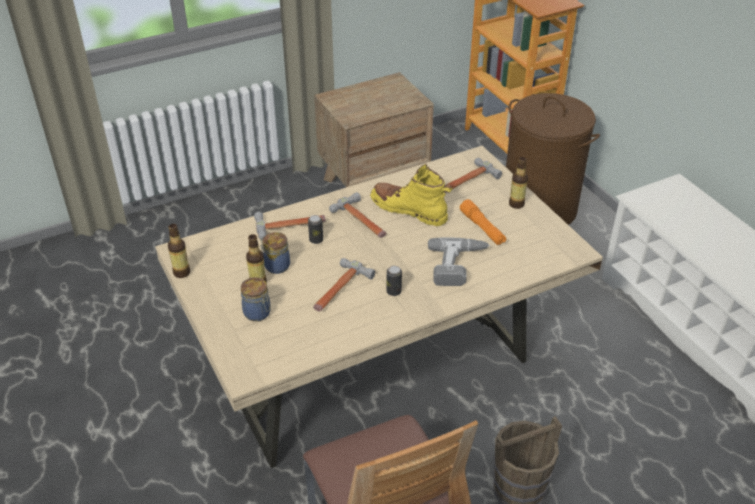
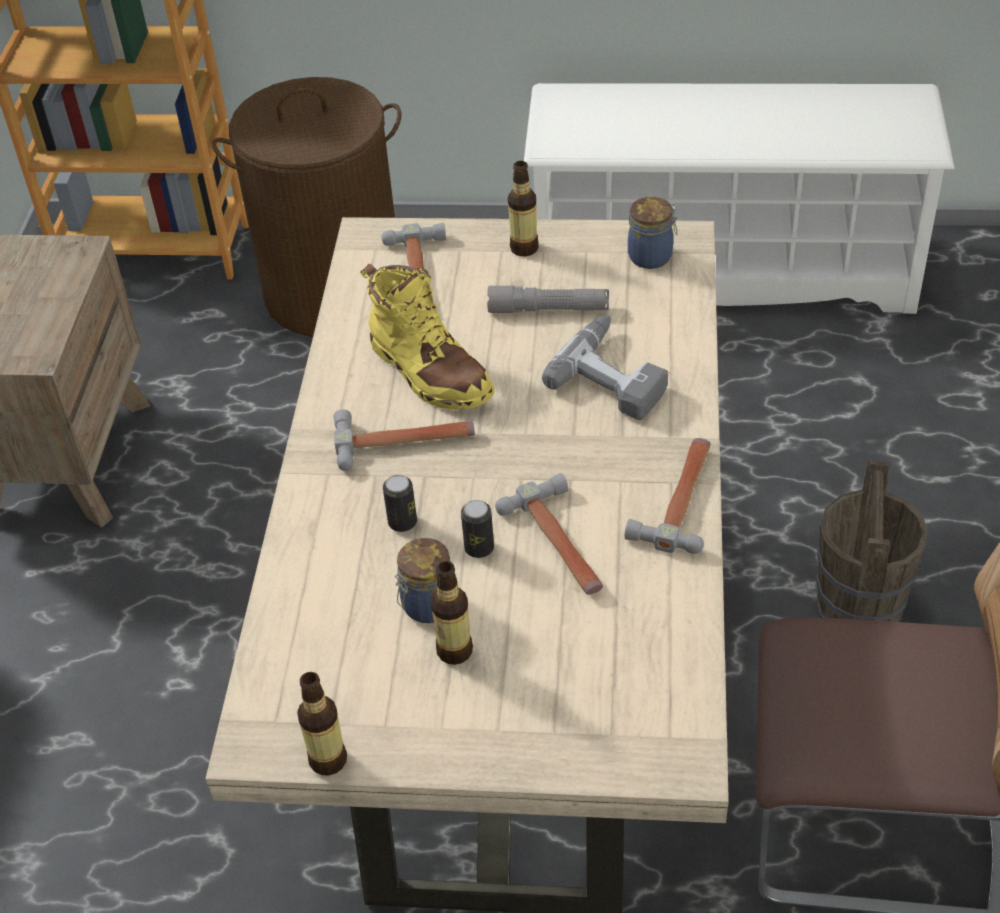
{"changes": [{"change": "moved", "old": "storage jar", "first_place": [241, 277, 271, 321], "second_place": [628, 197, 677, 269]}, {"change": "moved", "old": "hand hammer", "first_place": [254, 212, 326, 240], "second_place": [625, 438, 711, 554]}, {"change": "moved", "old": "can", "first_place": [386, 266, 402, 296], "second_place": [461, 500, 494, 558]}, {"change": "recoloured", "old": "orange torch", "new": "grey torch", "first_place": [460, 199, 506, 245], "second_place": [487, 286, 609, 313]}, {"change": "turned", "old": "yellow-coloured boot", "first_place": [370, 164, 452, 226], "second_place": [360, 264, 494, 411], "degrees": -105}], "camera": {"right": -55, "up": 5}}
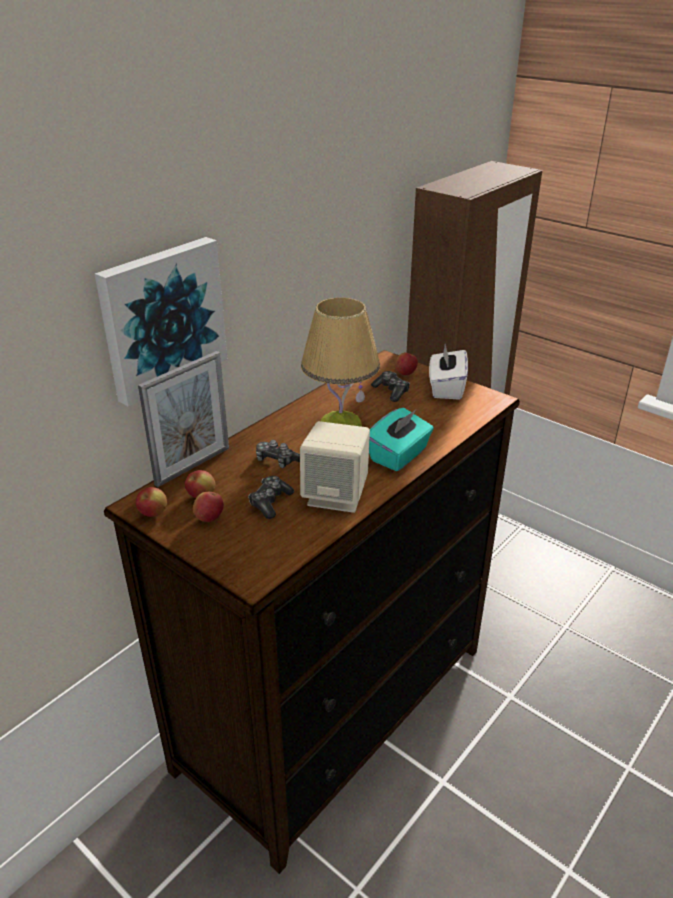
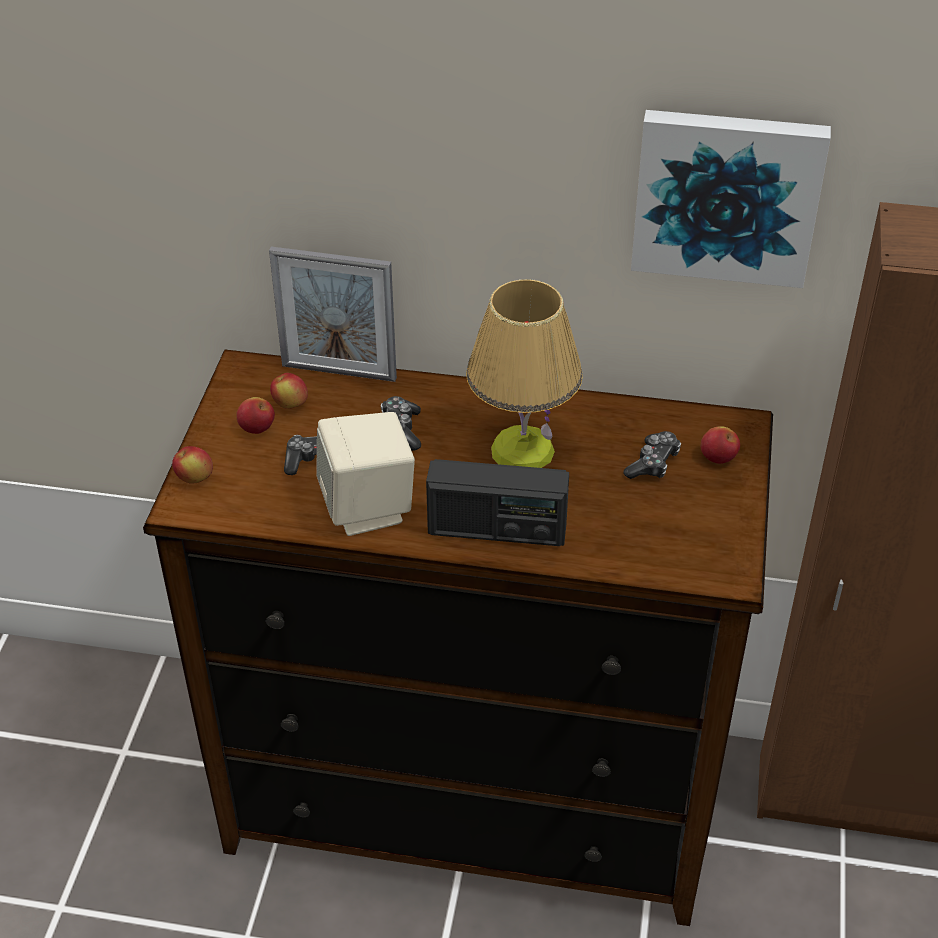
{"changes": [{"change": "removed", "old": "whitish tissue holder", "first_place": [429, 344, 468, 400]}, {"change": "moved", "old": "wall picture", "first_place": [95, 237, 227, 407], "second_place": [631, 110, 831, 288]}, {"change": "moved", "old": "whole apple", "first_place": [136, 487, 167, 517], "second_place": [172, 446, 213, 484]}, {"change": "replaced", "old": "blue-green tissue holder", "new": "radio", "first_place": [369, 408, 434, 471], "second_place": [426, 459, 569, 546]}], "camera": {"right": 60, "up": 10}}
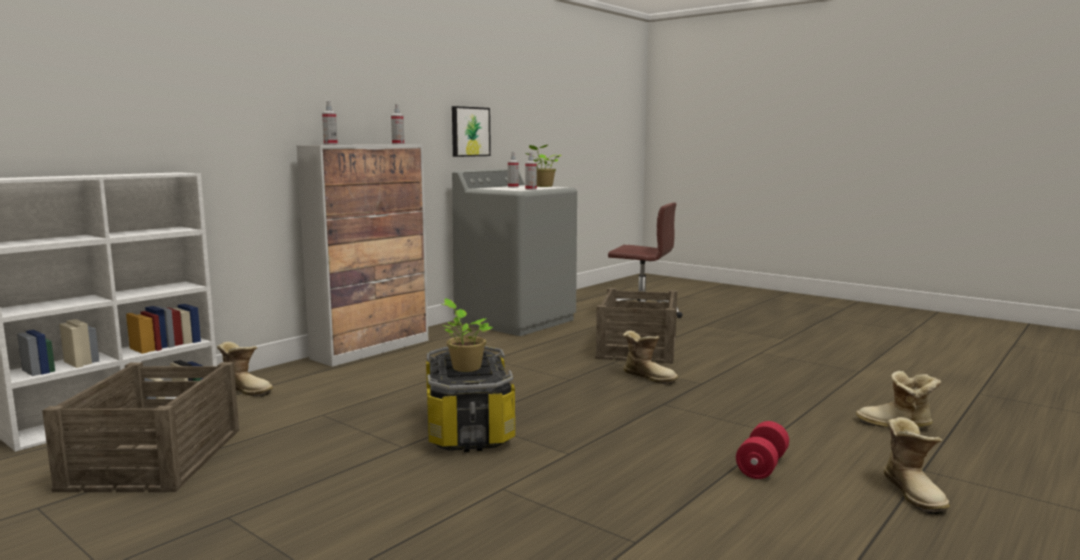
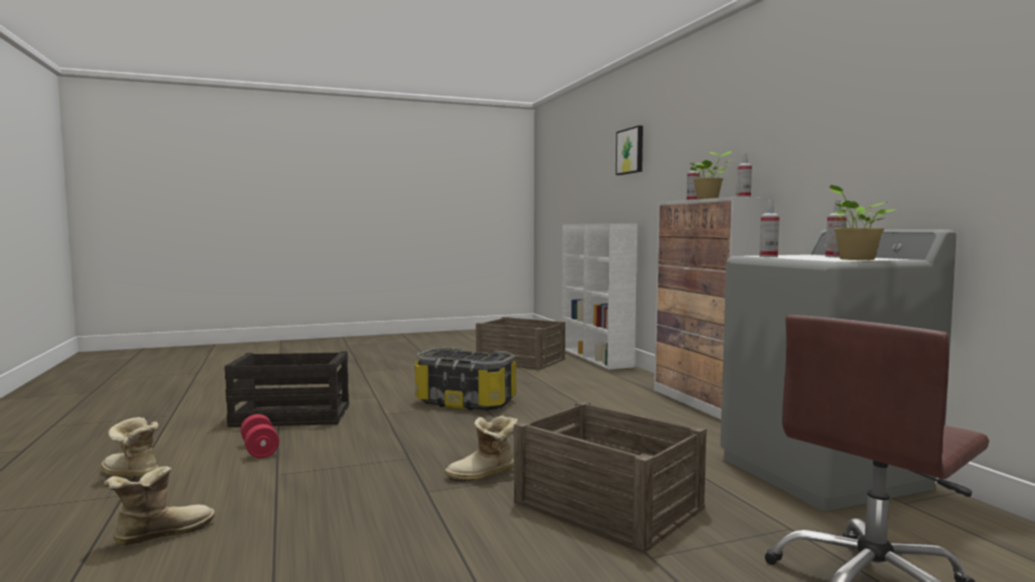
{"changes": [{"change": "removed", "old": "boot", "first_place": [217, 341, 273, 396]}, {"change": "added", "new": "packing crate", "second_place": [224, 351, 349, 427]}, {"change": "moved", "old": "houseplant", "first_place": [442, 298, 494, 372], "second_place": [690, 151, 733, 199]}, {"change": "moved", "old": "wall picture", "first_place": [452, 106, 491, 157], "second_place": [616, 125, 643, 175]}], "camera": {"right": 120, "up": -5}}
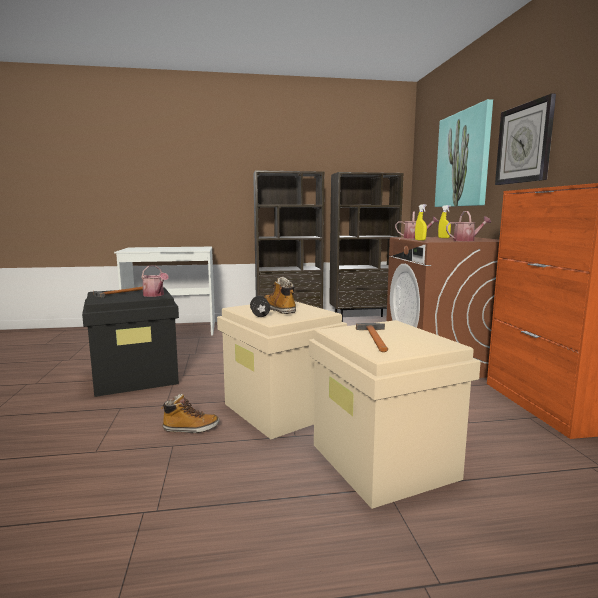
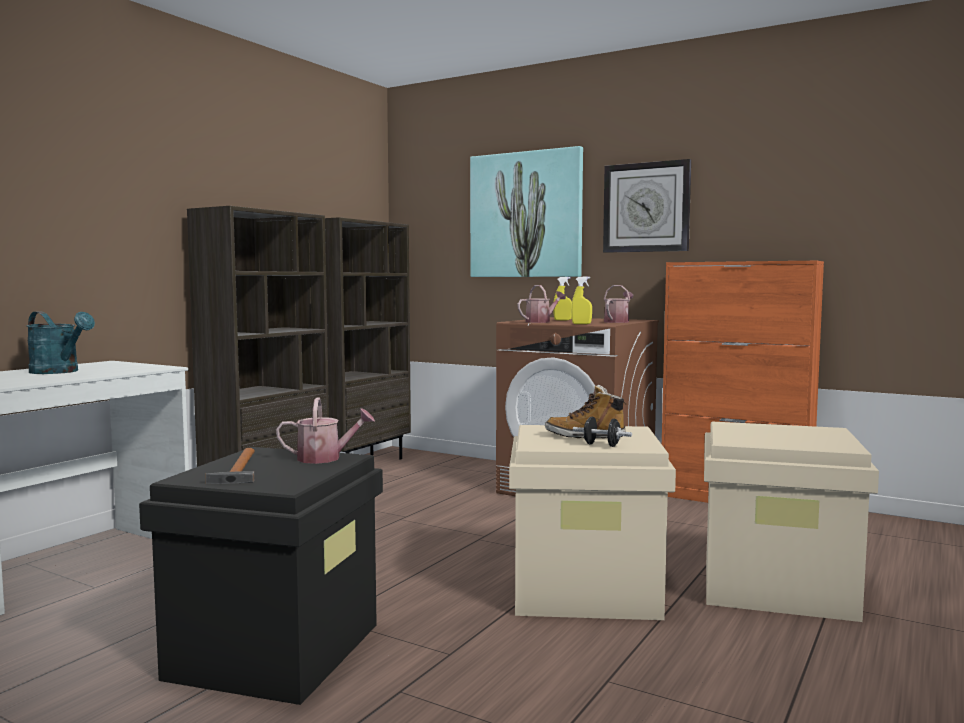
{"changes": [{"change": "removed", "old": "boot", "first_place": [161, 394, 219, 433]}, {"change": "removed", "old": "hand hammer", "first_place": [356, 323, 388, 352]}, {"change": "added", "new": "blue-green watering can", "second_place": [26, 311, 95, 374]}], "camera": {"right": -50, "up": -5}}
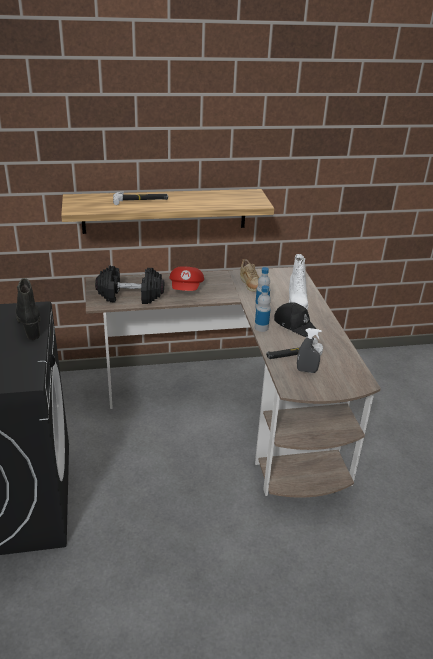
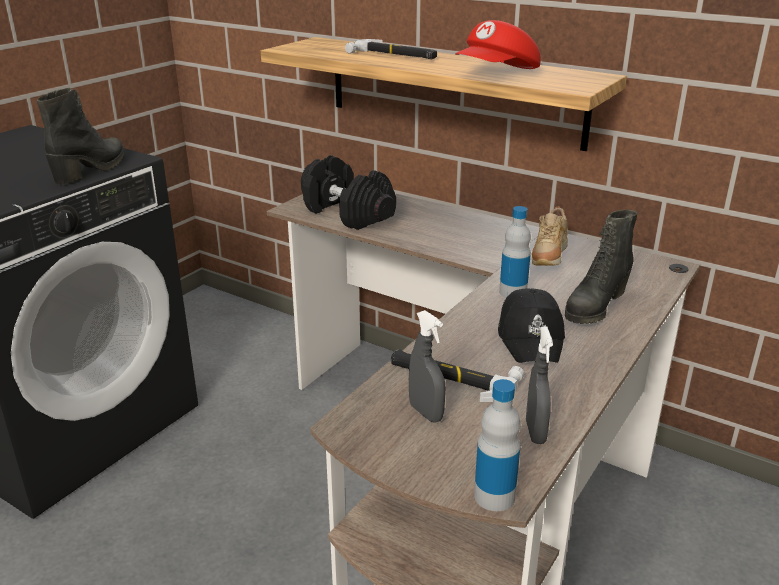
{"changes": [{"change": "added", "new": "grey sprayer", "second_place": [526, 326, 553, 444]}, {"change": "moved", "old": "reddish baseball cap", "first_place": [169, 266, 204, 291], "second_place": [455, 20, 541, 69]}, {"change": "moved", "old": "bottle", "first_place": [255, 285, 271, 332], "second_place": [474, 379, 520, 511]}, {"change": "recoloured", "old": "whitish boot", "new": "blackish boot", "first_place": [289, 254, 308, 310], "second_place": [565, 210, 637, 324]}], "camera": {"right": 45, "up": -5}}
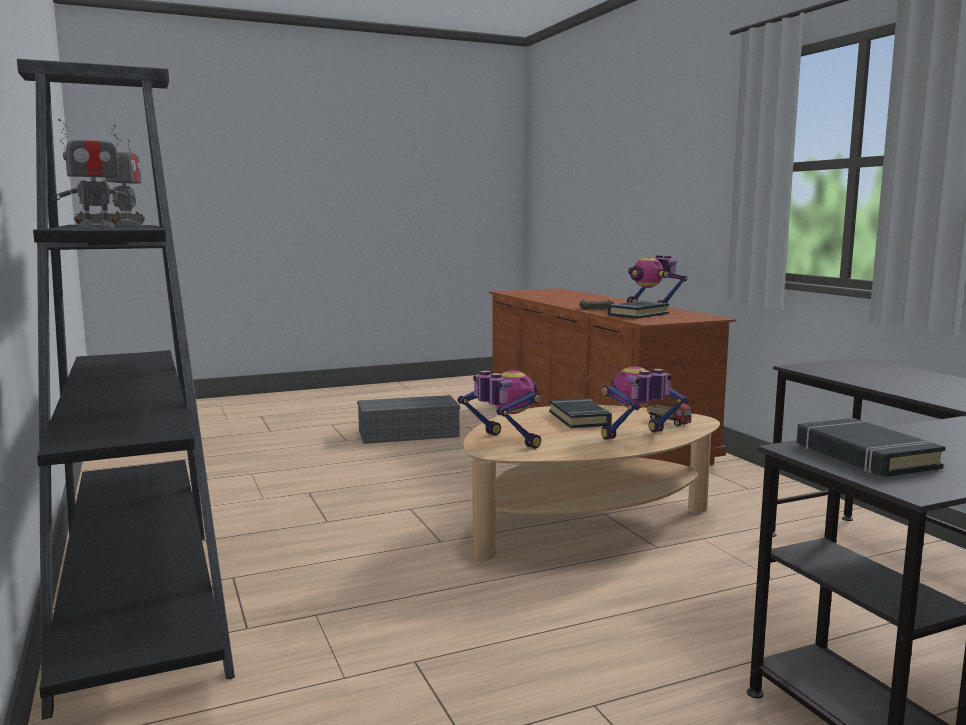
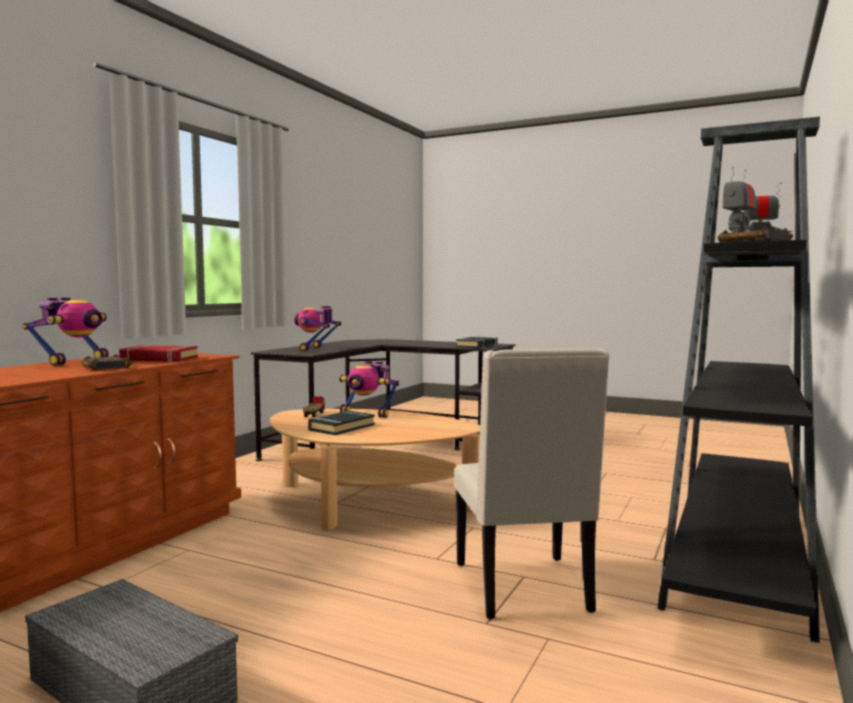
{"changes": [{"change": "added", "new": "beige plain chair", "second_place": [454, 349, 610, 619]}, {"change": "moved", "old": "robot figure", "first_place": [458, 370, 542, 449], "second_place": [294, 306, 341, 351]}, {"change": "recoloured", "old": "blackish bound book", "new": "reddish bound book", "first_place": [608, 301, 669, 319], "second_place": [119, 345, 198, 362]}], "camera": {"right": -130, "up": -5}}
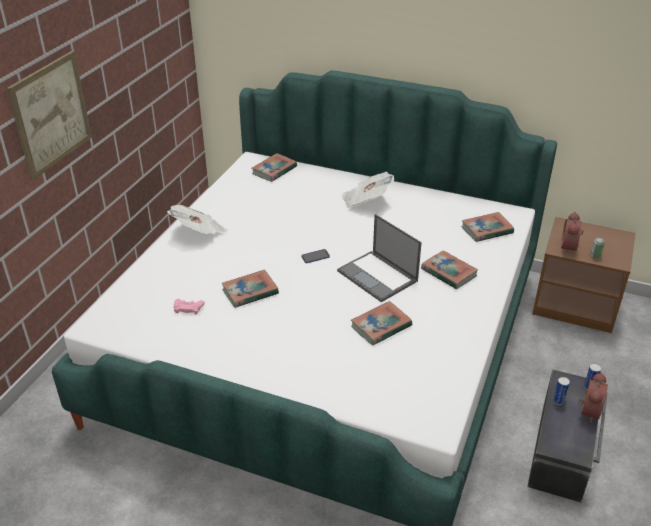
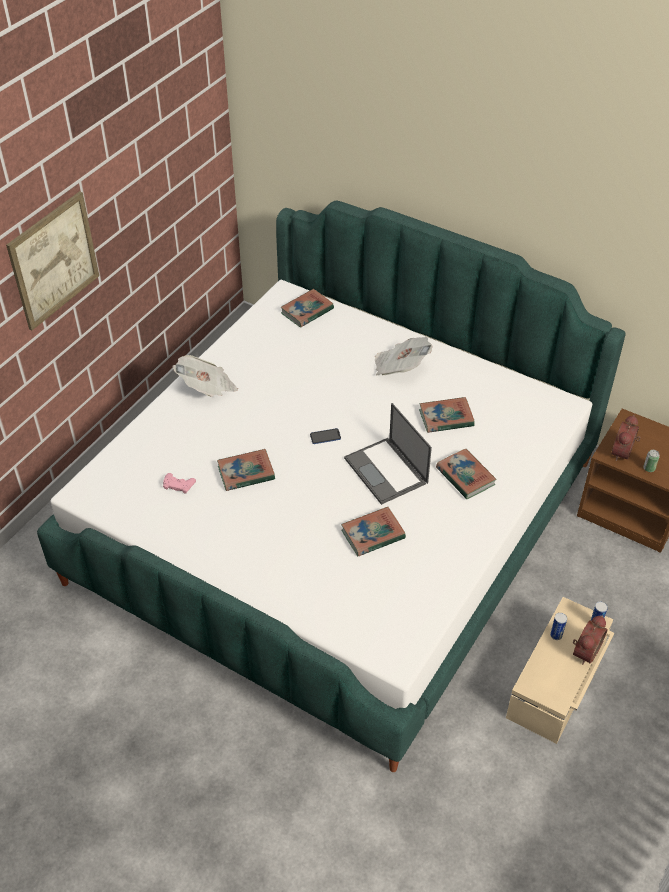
{"changes": [{"change": "moved", "old": "bound book", "first_place": [461, 212, 514, 242], "second_place": [419, 397, 475, 433]}, {"change": "recoloured", "old": "blackish storage container", "new": "beige storage container", "first_place": [527, 369, 608, 502], "second_place": [506, 597, 614, 744]}], "camera": {"right": 10, "up": 10}}
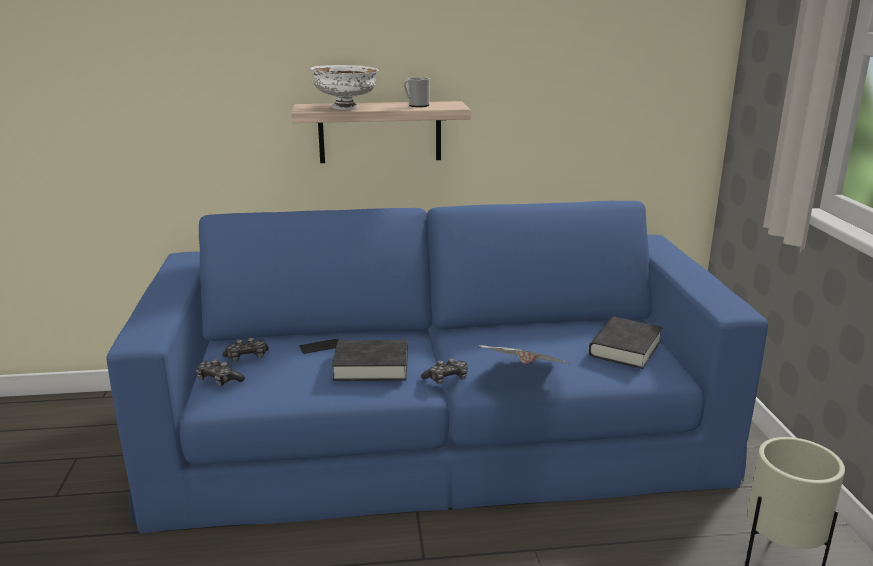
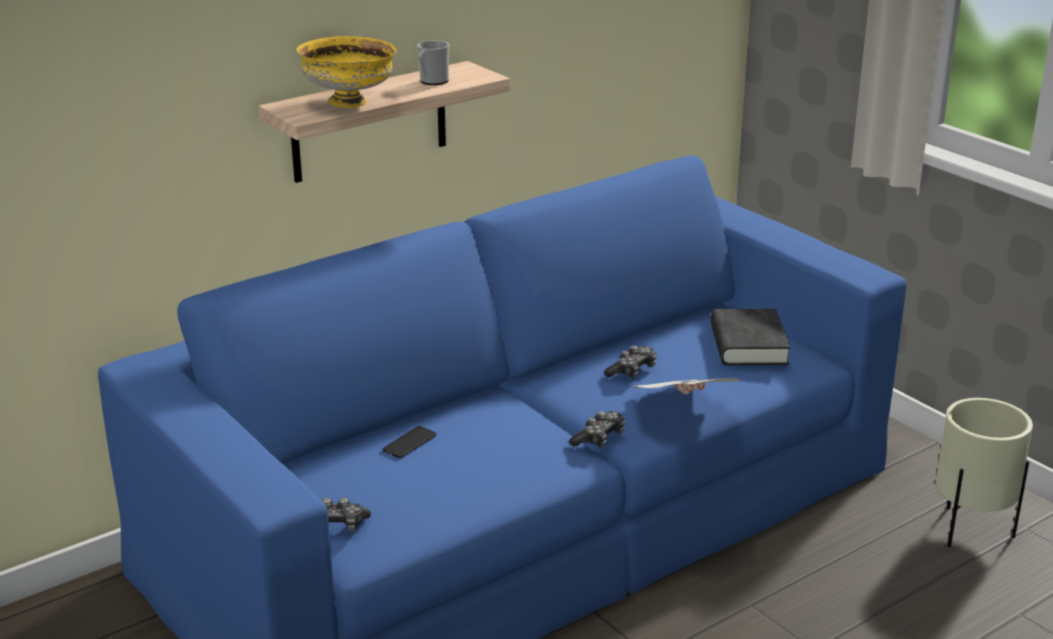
{"changes": [{"change": "removed", "old": "blackish bound book", "first_place": [332, 340, 408, 381]}, {"change": "moved", "old": "game controller", "first_place": [223, 338, 269, 362], "second_place": [604, 346, 657, 379]}, {"change": "recoloured", "old": "whitish deep dish", "new": "yellow-coloured deep dish", "first_place": [310, 65, 379, 110], "second_place": [296, 36, 396, 108]}], "camera": {"right": -30, "up": 5}}
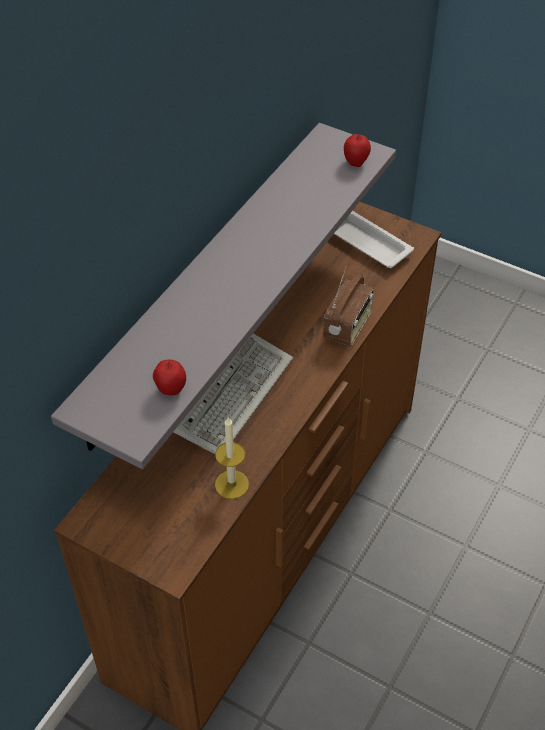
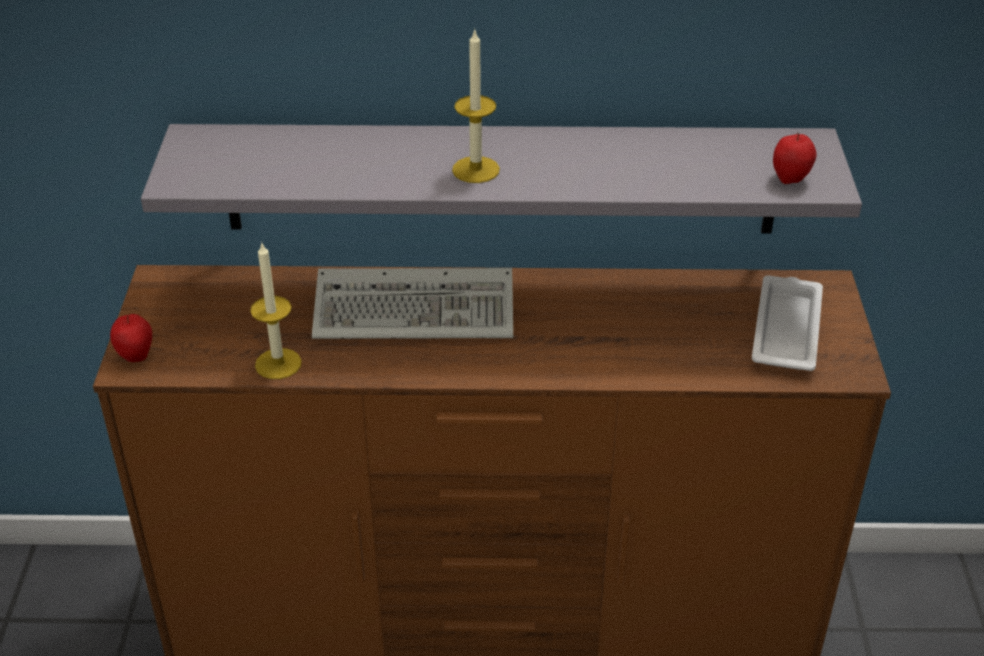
{"changes": [{"change": "removed", "old": "radio", "first_place": [323, 266, 374, 347]}, {"change": "added", "new": "wax light", "second_place": [452, 29, 500, 183]}, {"change": "moved", "old": "whole apple", "first_place": [153, 360, 186, 396], "second_place": [110, 314, 152, 362]}], "camera": {"right": 60, "up": -10}}
